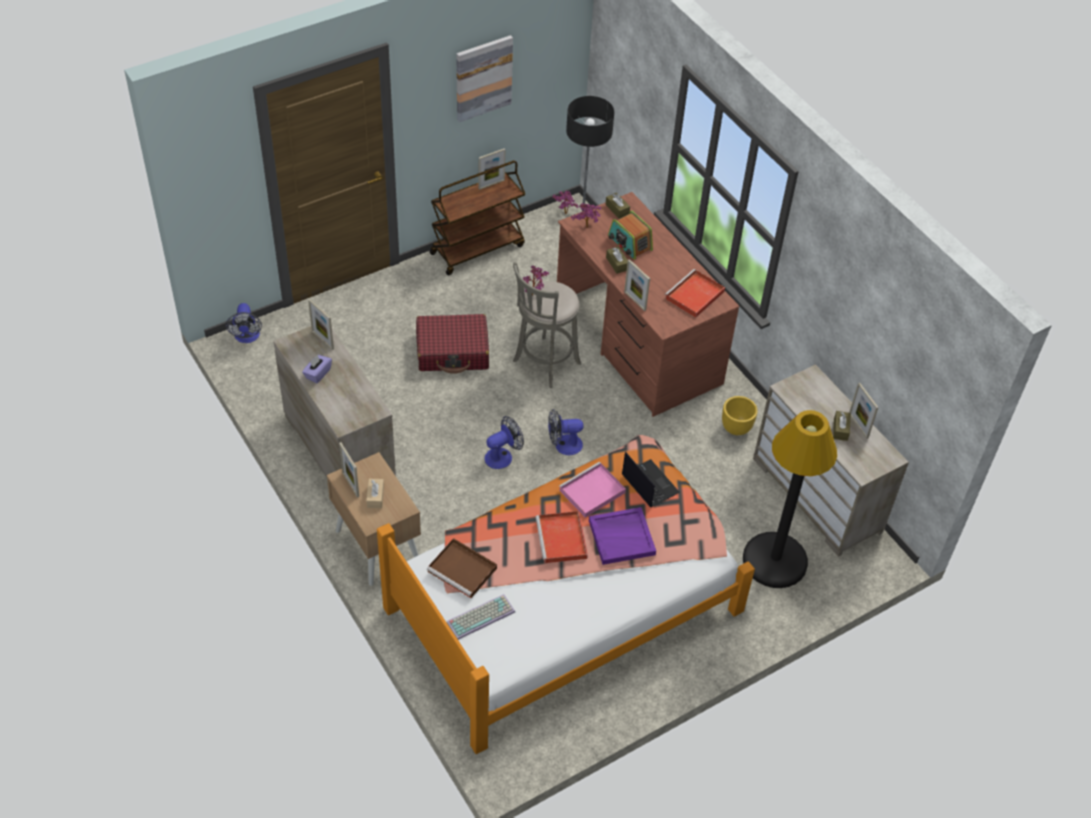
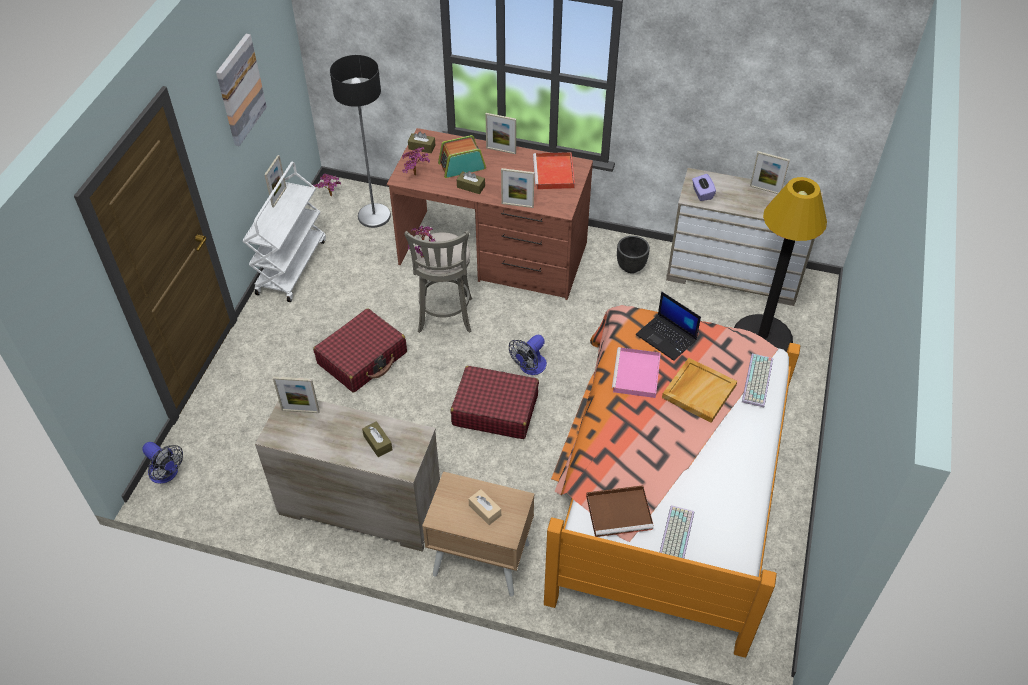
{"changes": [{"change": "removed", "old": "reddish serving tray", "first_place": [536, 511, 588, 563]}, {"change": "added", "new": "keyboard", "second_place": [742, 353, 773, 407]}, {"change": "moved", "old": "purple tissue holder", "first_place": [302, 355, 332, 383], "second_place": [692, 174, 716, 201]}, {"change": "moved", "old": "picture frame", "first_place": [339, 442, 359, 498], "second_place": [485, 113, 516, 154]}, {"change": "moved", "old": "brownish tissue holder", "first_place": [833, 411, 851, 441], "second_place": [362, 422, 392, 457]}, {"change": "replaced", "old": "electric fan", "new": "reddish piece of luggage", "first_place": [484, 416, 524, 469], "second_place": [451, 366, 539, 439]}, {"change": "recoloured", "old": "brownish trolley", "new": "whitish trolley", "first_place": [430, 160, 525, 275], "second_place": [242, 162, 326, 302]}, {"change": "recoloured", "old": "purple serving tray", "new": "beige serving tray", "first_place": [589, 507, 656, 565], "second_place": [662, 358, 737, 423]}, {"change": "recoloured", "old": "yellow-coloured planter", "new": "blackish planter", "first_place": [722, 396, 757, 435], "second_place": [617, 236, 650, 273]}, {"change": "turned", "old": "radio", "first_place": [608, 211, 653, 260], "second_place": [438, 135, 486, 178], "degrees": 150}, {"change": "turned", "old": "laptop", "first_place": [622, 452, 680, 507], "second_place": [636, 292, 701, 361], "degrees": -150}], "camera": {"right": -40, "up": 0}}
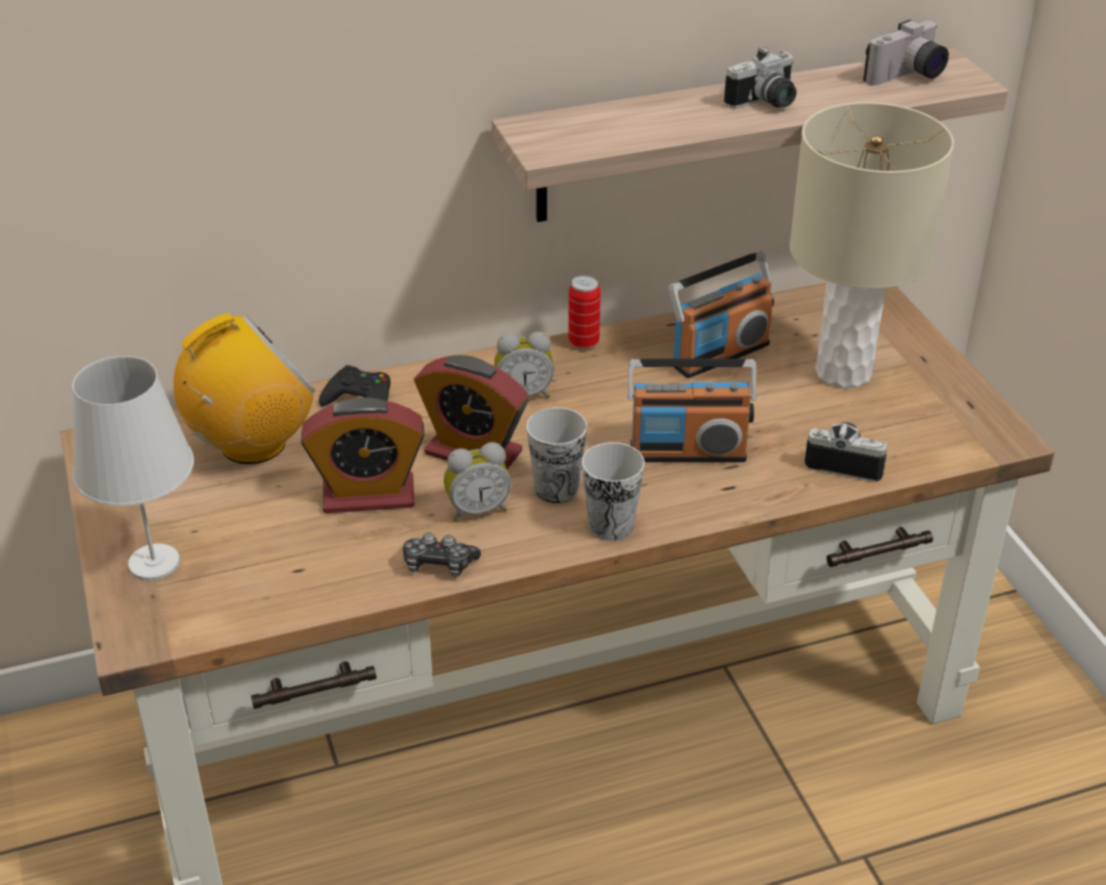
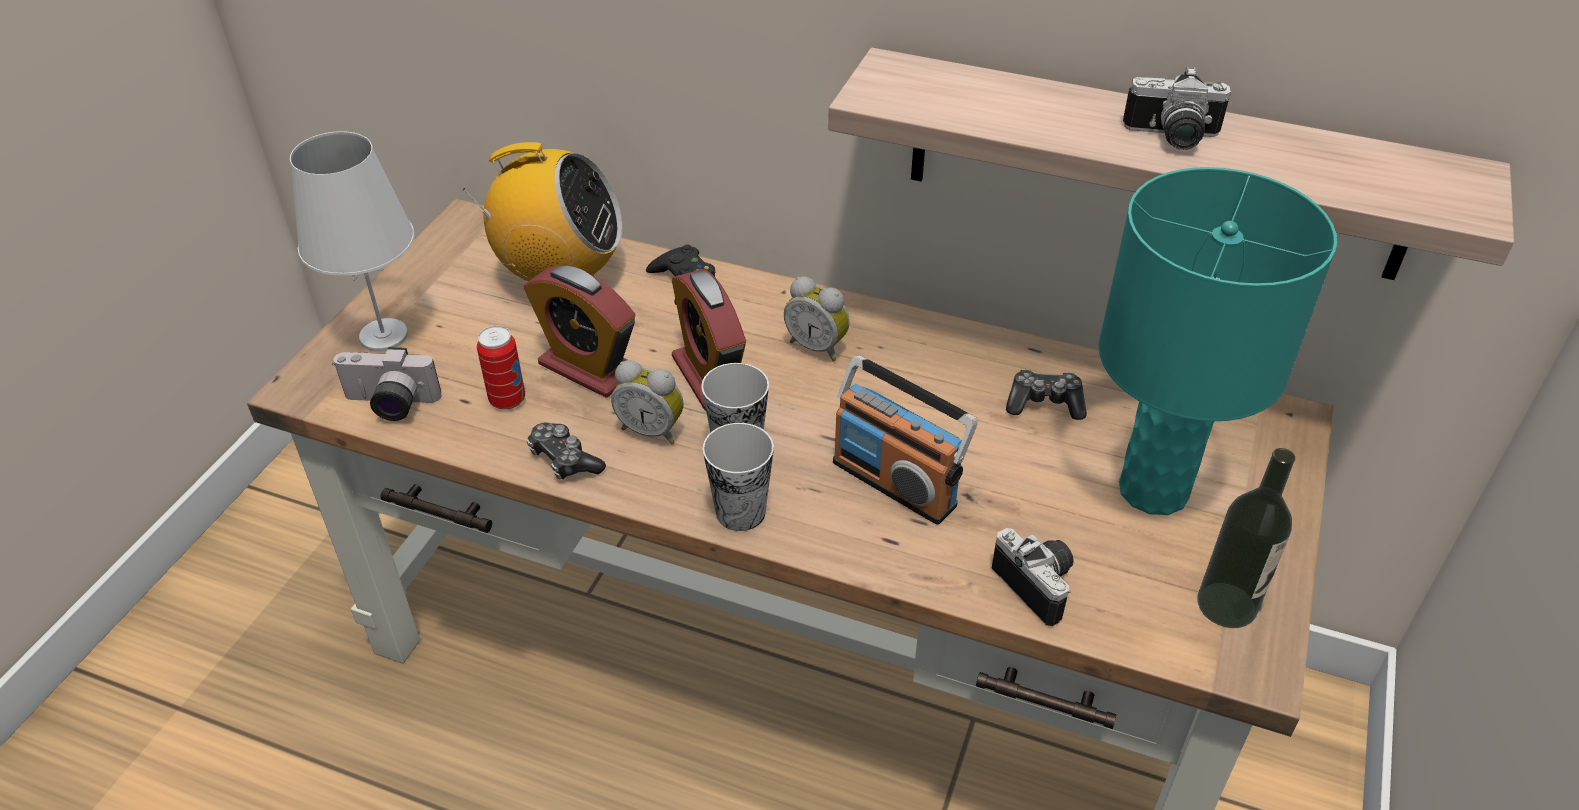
{"changes": [{"change": "added", "new": "bottle", "second_place": [1198, 448, 1295, 628]}, {"change": "moved", "old": "can", "first_place": [568, 275, 601, 349], "second_place": [477, 326, 525, 410]}, {"change": "moved", "old": "still camera", "first_place": [863, 20, 949, 85], "second_place": [332, 347, 442, 421]}, {"change": "replaced", "old": "radio", "new": "game controller", "first_place": [668, 251, 774, 378], "second_place": [1006, 369, 1087, 420]}, {"change": "recoloured", "old": "beige lamp for a table", "new": "blue-green lamp for a table", "first_place": [789, 102, 954, 388], "second_place": [1099, 167, 1337, 515]}], "camera": {"right": 40, "up": 5}}
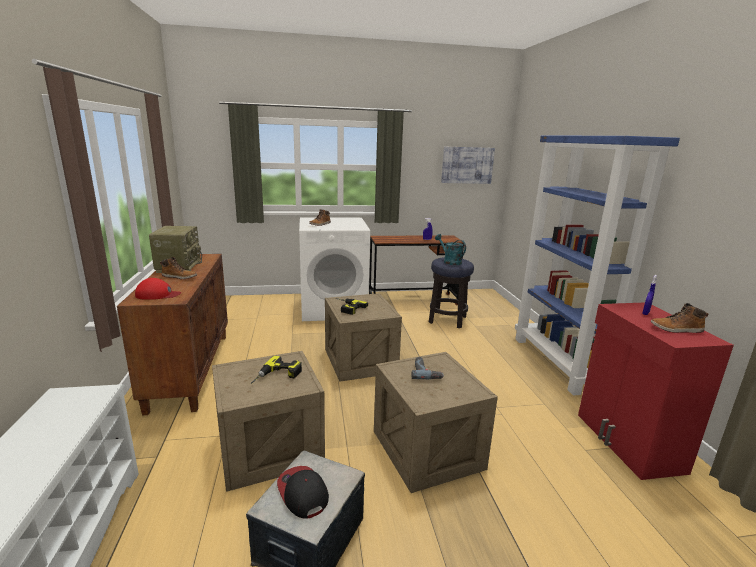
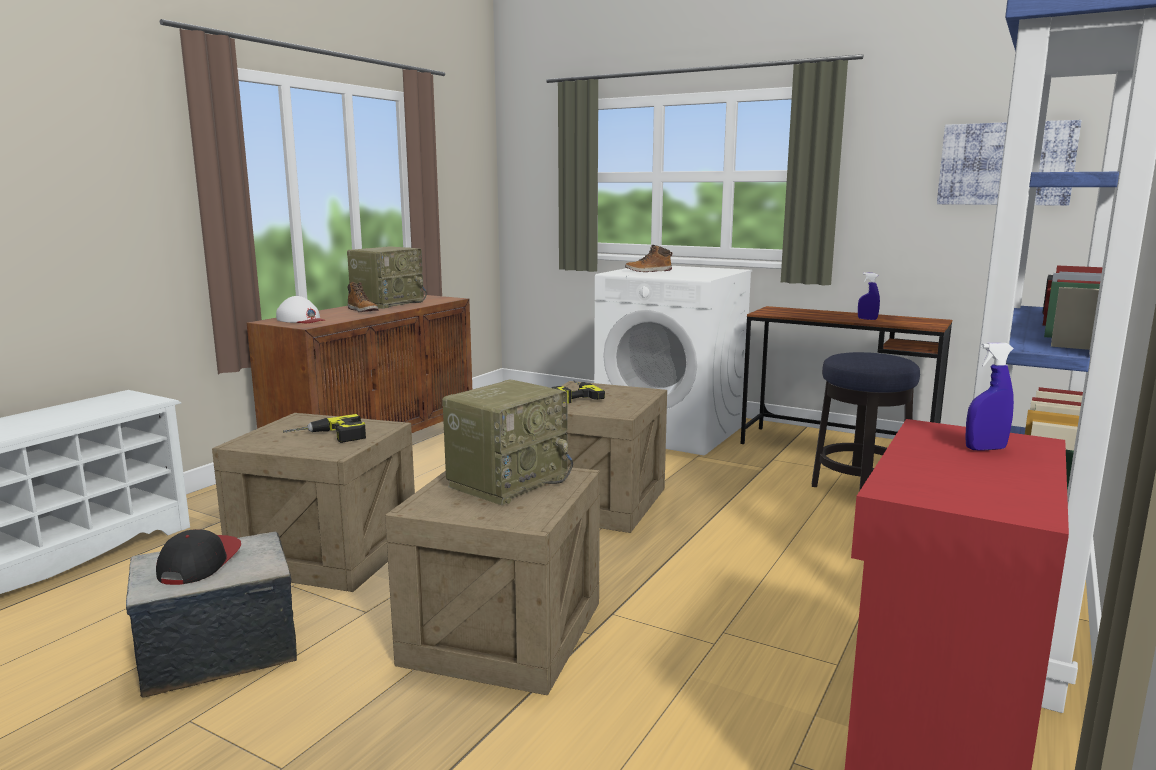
{"changes": [{"change": "removed", "old": "blue-green watering can", "first_place": [435, 234, 466, 265]}, {"change": "removed", "old": "boot", "first_place": [651, 303, 709, 333]}, {"change": "replaced", "old": "power drill", "new": "radio", "first_place": [412, 357, 444, 379], "second_place": [442, 380, 573, 505]}, {"change": "recoloured", "old": "reddish baseball cap", "new": "whitish baseball cap", "first_place": [135, 278, 182, 300], "second_place": [276, 296, 326, 323]}], "camera": {"right": 40, "up": -5}}
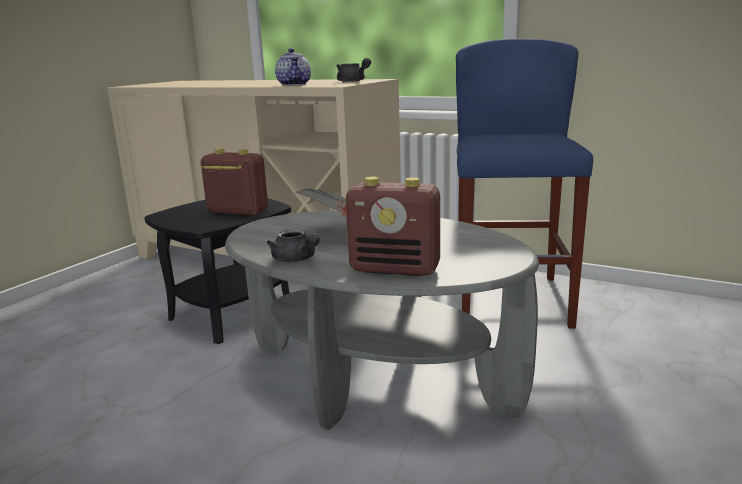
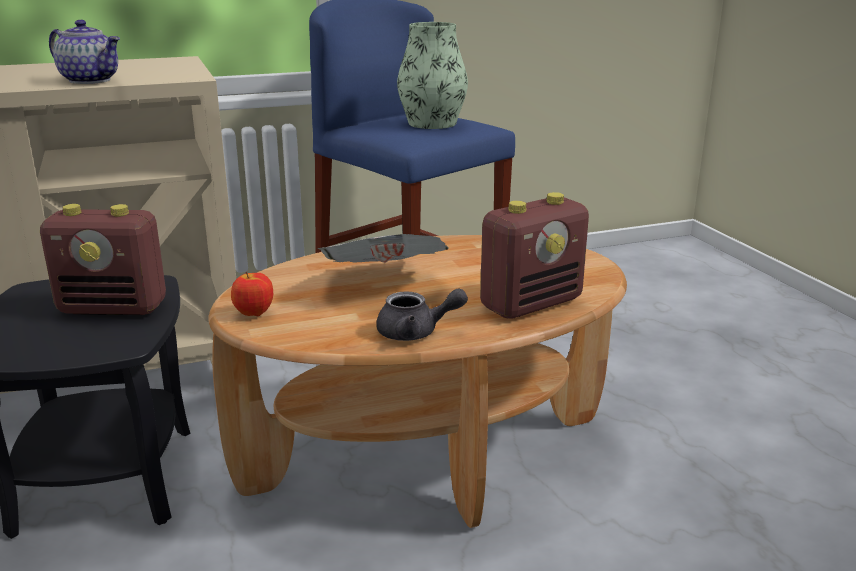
{"changes": [{"change": "removed", "old": "grey teapot", "first_place": [337, 58, 371, 82]}, {"change": "added", "new": "whole apple", "second_place": [231, 272, 273, 316]}, {"change": "added", "new": "decorative vase", "second_place": [397, 22, 468, 129]}, {"change": "recoloured", "old": "grey low table", "new": "brownish low table", "first_place": [225, 211, 539, 430], "second_place": [208, 235, 627, 528]}, {"change": "turned", "old": "radio", "first_place": [201, 148, 268, 216], "second_place": [40, 204, 166, 315], "degrees": -150}], "camera": {"right": -50, "up": 5}}
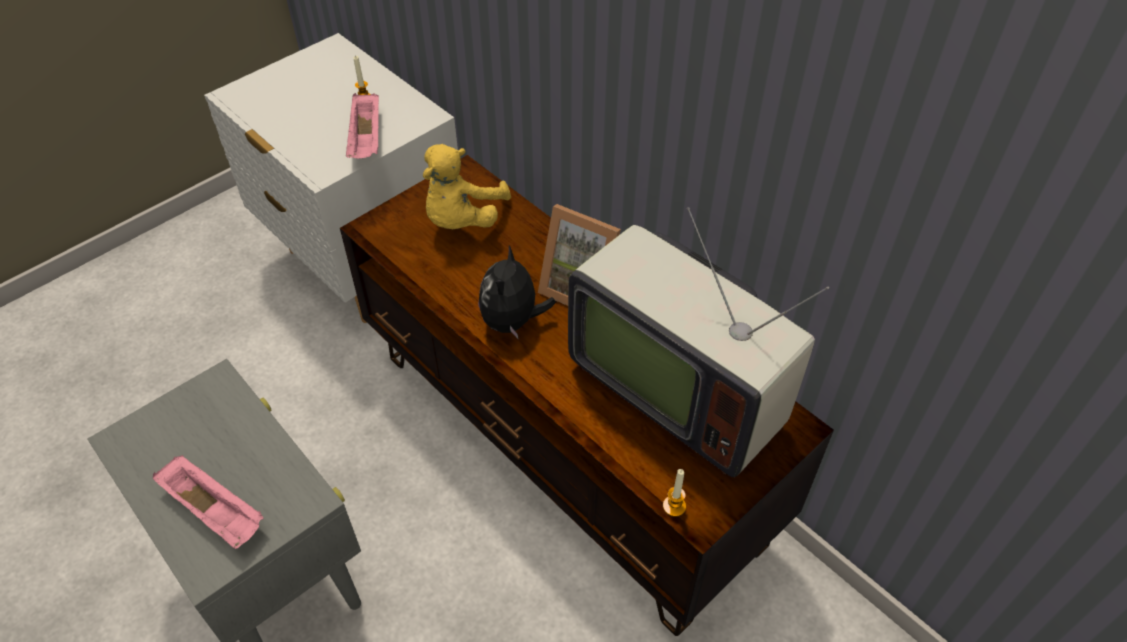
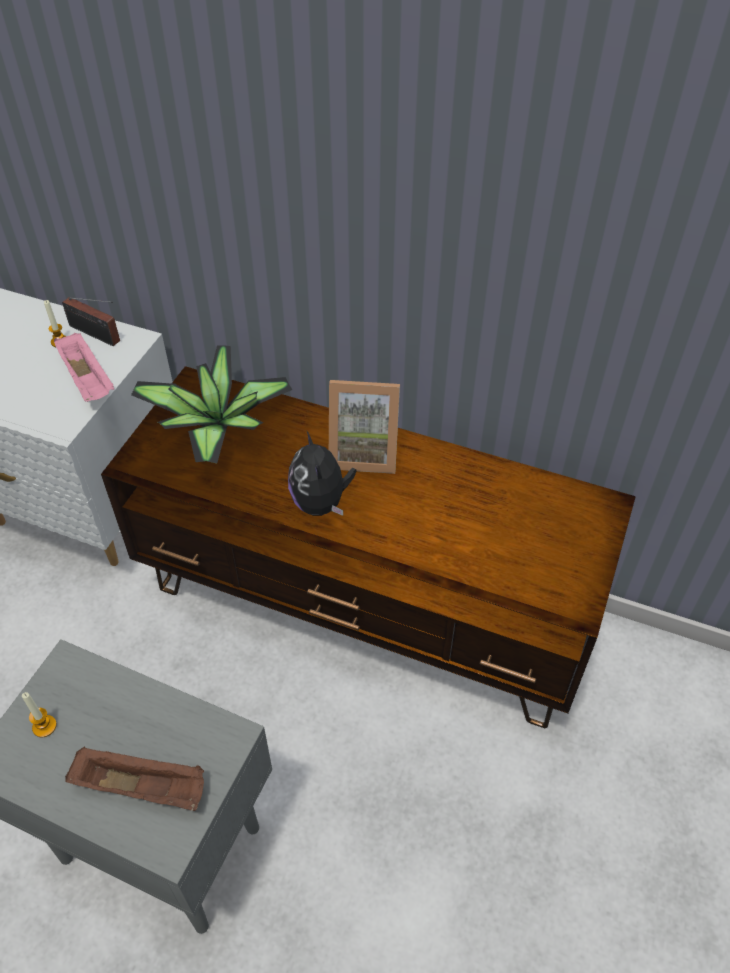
{"changes": [{"change": "removed", "old": "TV set", "first_place": [568, 207, 829, 477]}, {"change": "added", "new": "radio", "second_place": [62, 297, 120, 346]}, {"change": "moved", "old": "wax light", "first_place": [663, 469, 686, 517], "second_place": [22, 692, 57, 738]}, {"change": "replaced", "old": "yellow-coloured plush toy", "new": "houseplant", "first_place": [423, 144, 511, 229], "second_place": [131, 345, 292, 463]}, {"change": "recoloured", "old": "pinkish serving tray", "new": "brownish serving tray", "first_place": [153, 455, 264, 549], "second_place": [65, 746, 204, 811]}], "camera": {"right": -25, "up": 0}}
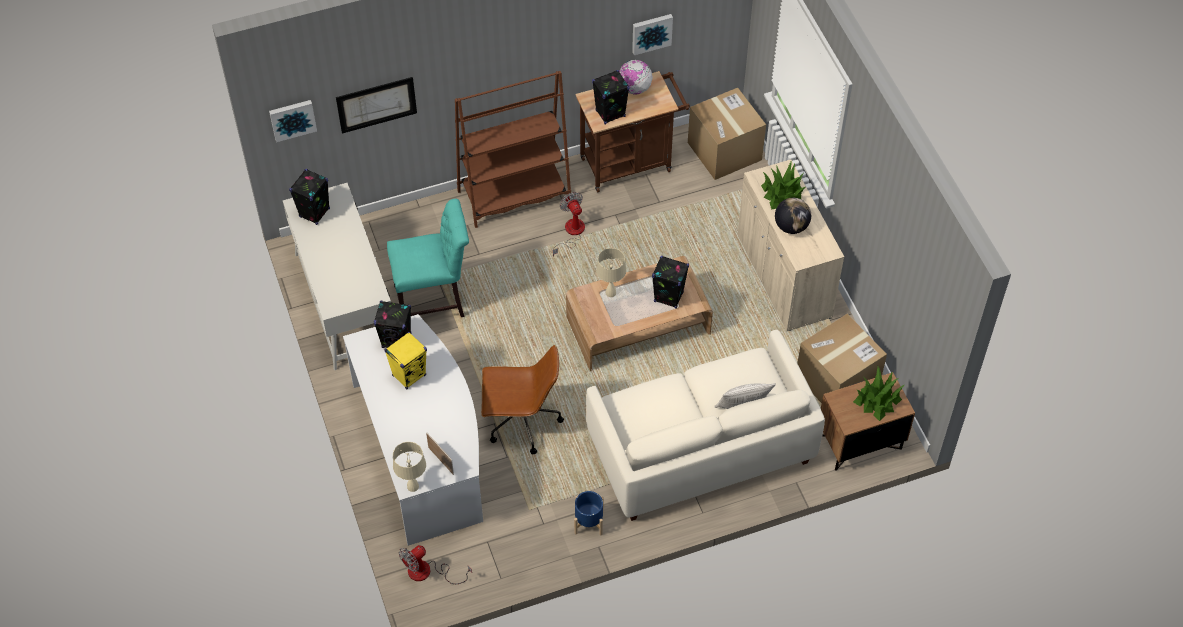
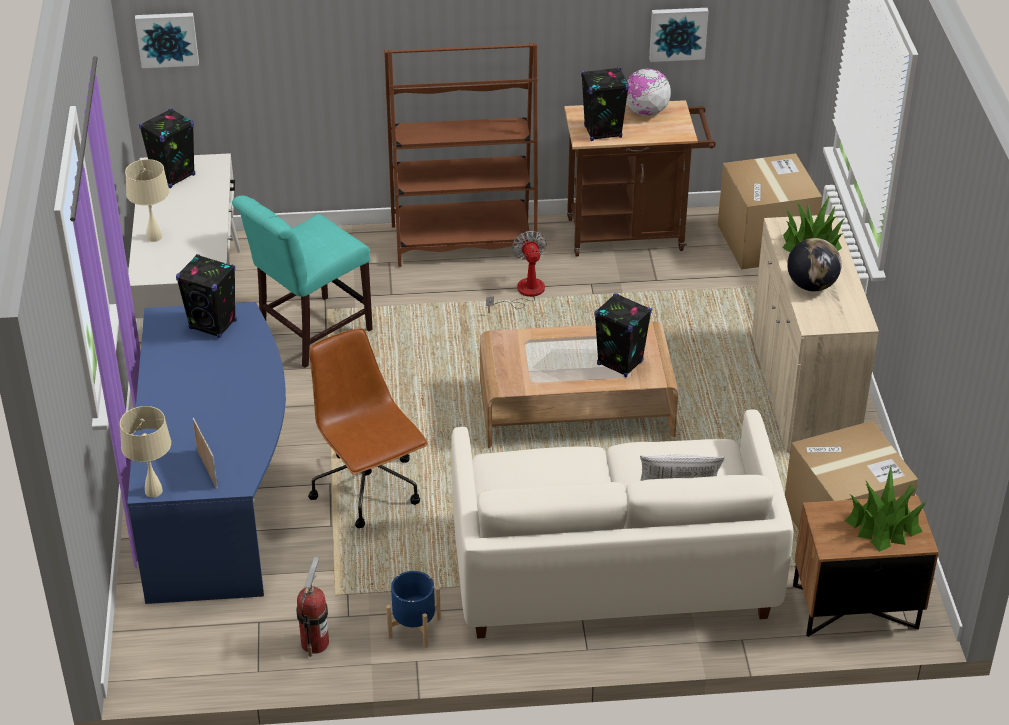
{"changes": [{"change": "removed", "old": "wall picture", "first_place": [336, 77, 417, 133]}, {"change": "removed", "old": "yellow-coloured audio speaker", "first_place": [384, 332, 427, 389]}, {"change": "removed", "old": "electric fan", "first_place": [399, 545, 472, 584]}, {"change": "added", "new": "fire extinguisher", "second_place": [296, 557, 329, 657]}, {"change": "moved", "old": "beige lamp for a table", "first_place": [596, 248, 626, 297], "second_place": [125, 159, 169, 242]}, {"change": "recoloured", "old": "whitish desk unit", "new": "bluish desk unit", "first_place": [343, 314, 483, 546], "second_place": [127, 302, 286, 604]}, {"change": "turned", "old": "blue-green plain chair", "first_place": [387, 199, 469, 317], "second_place": [232, 195, 373, 368], "degrees": 135}, {"change": "turned", "old": "brownish office chair", "first_place": [481, 345, 564, 454], "second_place": [308, 328, 428, 528], "degrees": -135}], "camera": {"right": 15, "up": -15}}
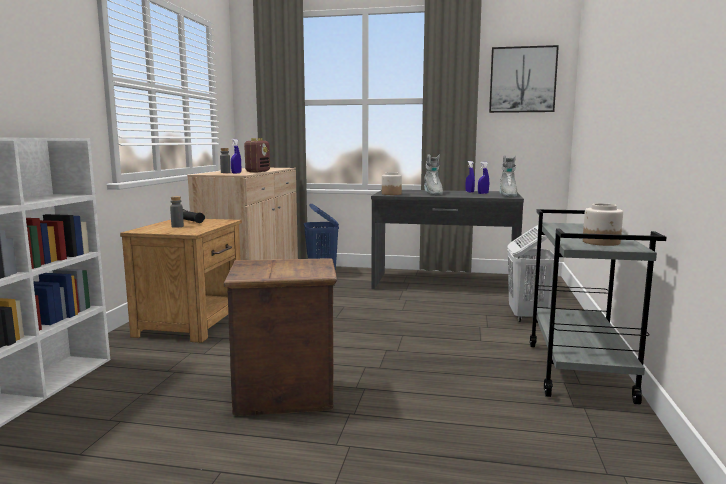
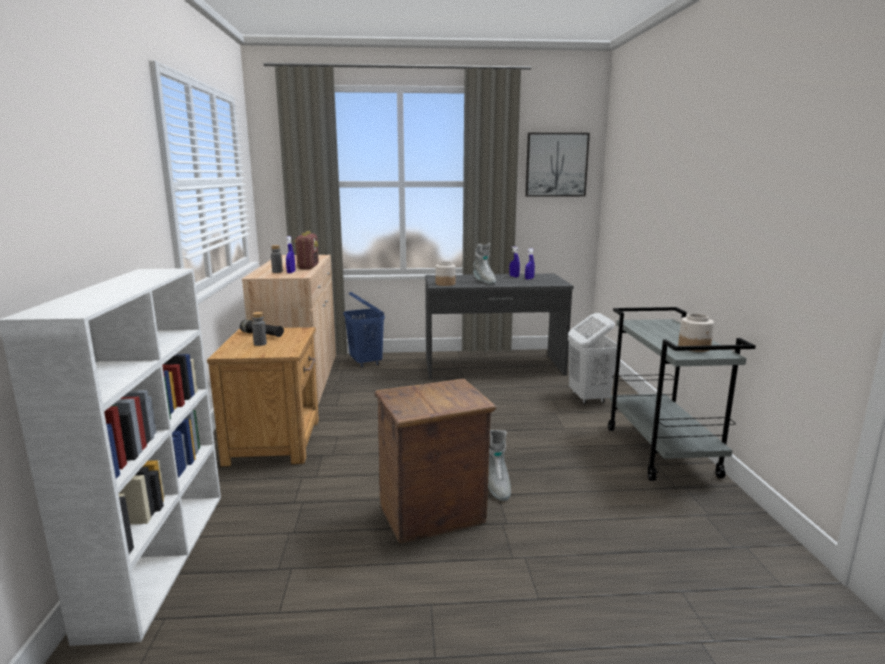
{"changes": [{"change": "moved", "old": "grey boot", "first_place": [499, 155, 517, 197], "second_place": [488, 430, 511, 501]}], "camera": {"right": -15, "up": 5}}
